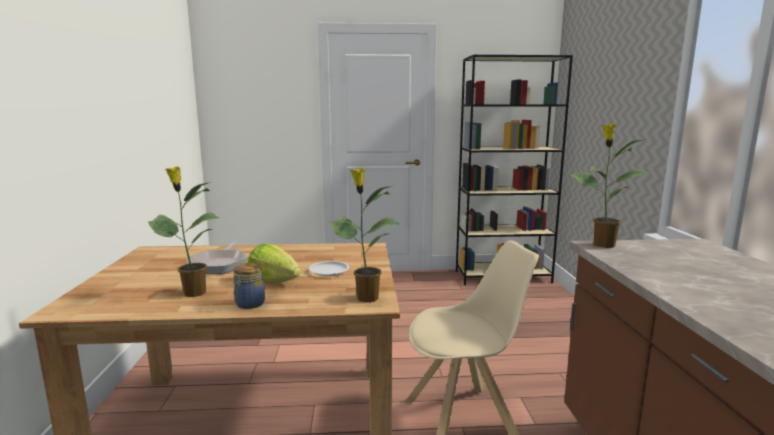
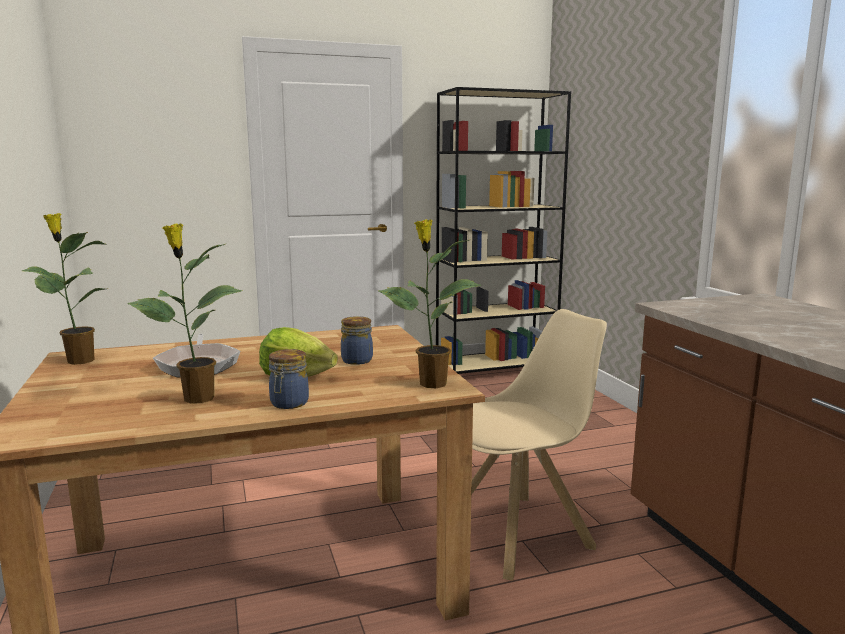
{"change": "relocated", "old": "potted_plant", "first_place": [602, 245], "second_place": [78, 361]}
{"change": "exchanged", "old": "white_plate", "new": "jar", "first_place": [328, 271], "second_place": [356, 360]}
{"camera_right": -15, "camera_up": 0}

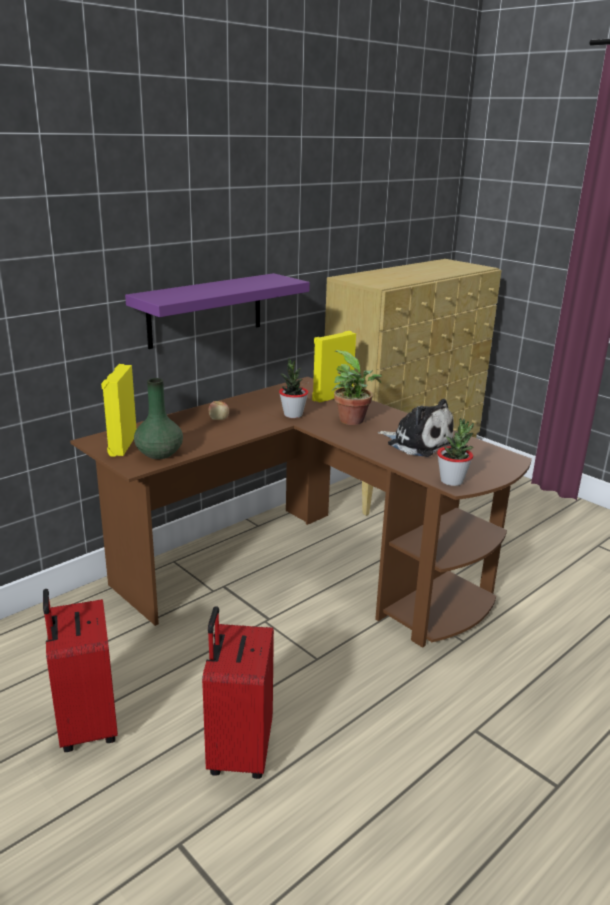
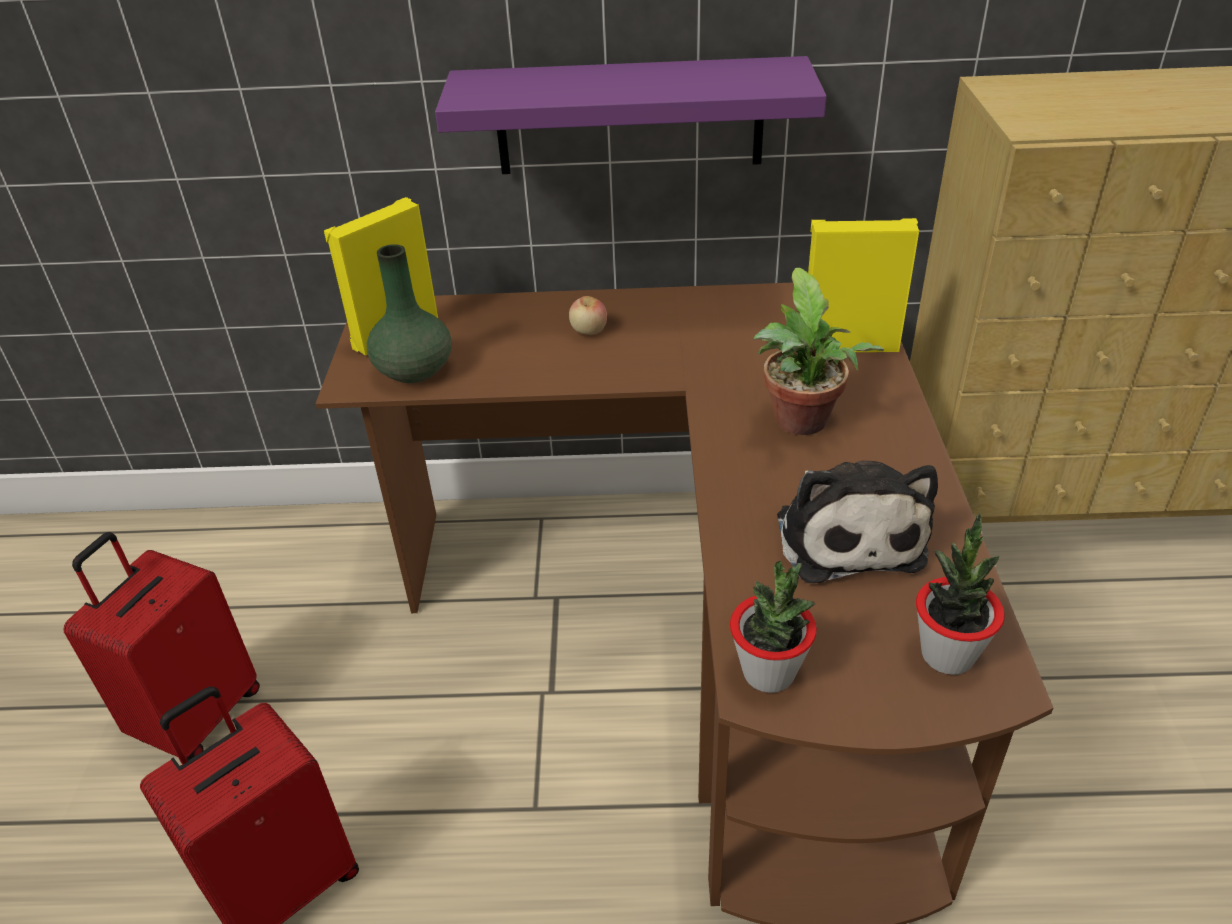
{"change": "relocated", "old": "potted_plant", "first_place": [293, 415], "second_place": [947, 654]}
{"camera_right": 45, "camera_up": 15}

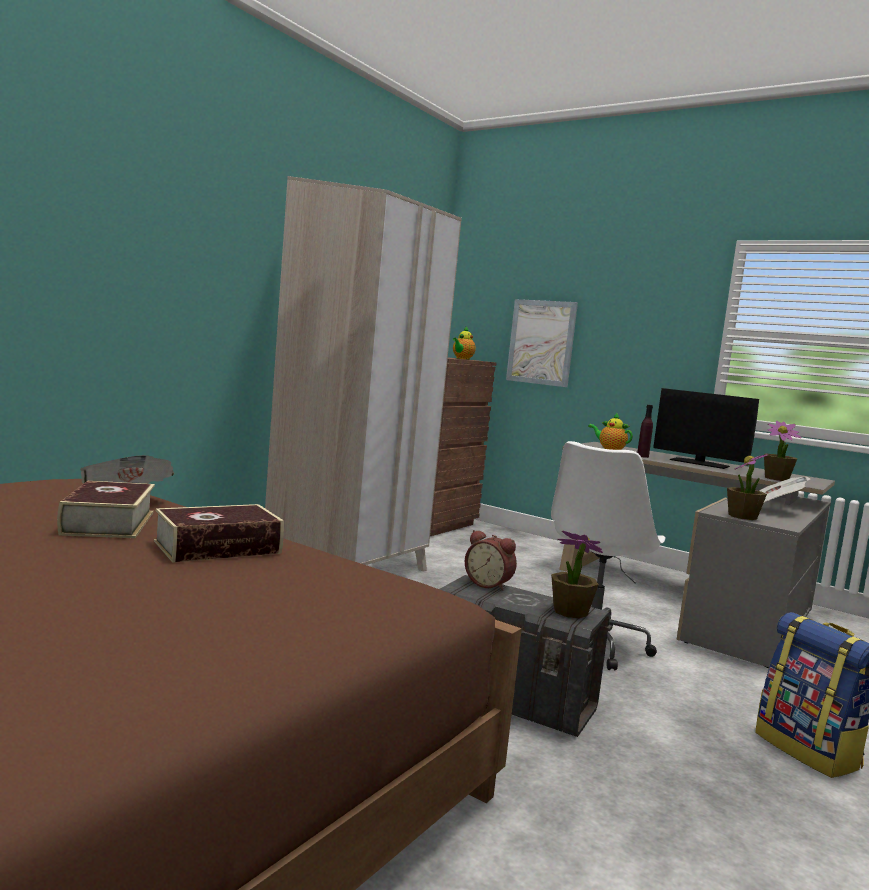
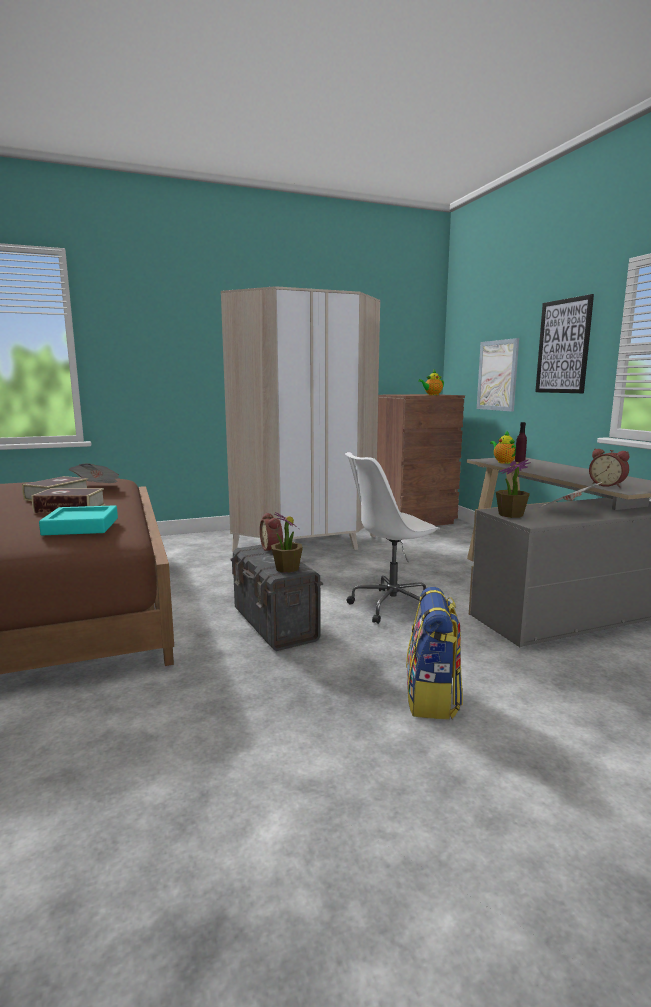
{"change": "missing", "old": "monitor", "first_place": [699, 463]}
{"change": "appeared", "new": "turquoise_tray", "second_place": [81, 526]}
{"change": "appeared", "new": "picture", "second_place": [563, 346]}
{"change": "exchanged", "old": "potted_plant", "new": "alarm_clock", "first_place": [777, 479], "second_place": [607, 485]}
{"camera_right": 35, "camera_up": 5}

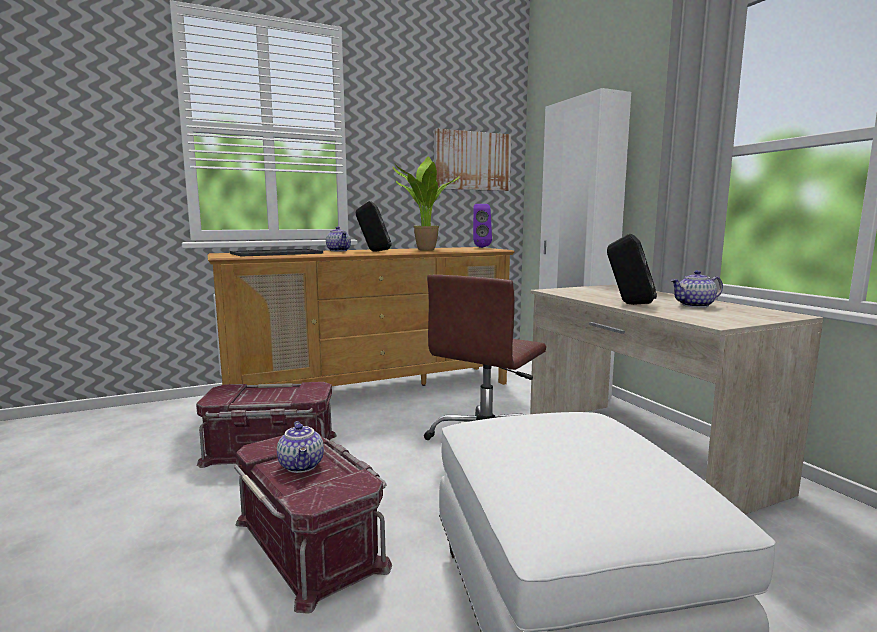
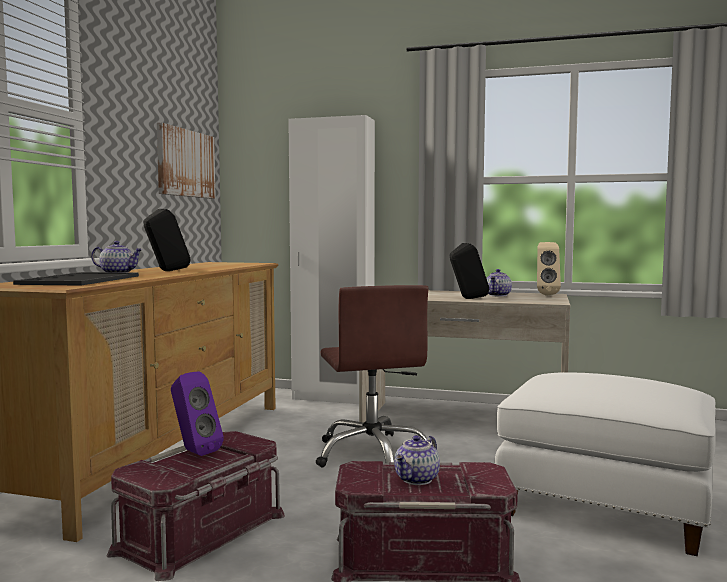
{"change": "missing", "old": "potted_plant", "first_place": [423, 250]}
{"change": "appeared", "new": "beige_speaker", "second_place": [546, 295]}
{"change": "relocated", "old": "purple_speaker", "first_place": [481, 247], "second_place": [194, 452]}
{"change": "spun", "old": "teapot", "first_place": [302, 466], "second_place": [417, 479], "degrees": 105}
{"camera_right": -50, "camera_up": -5}

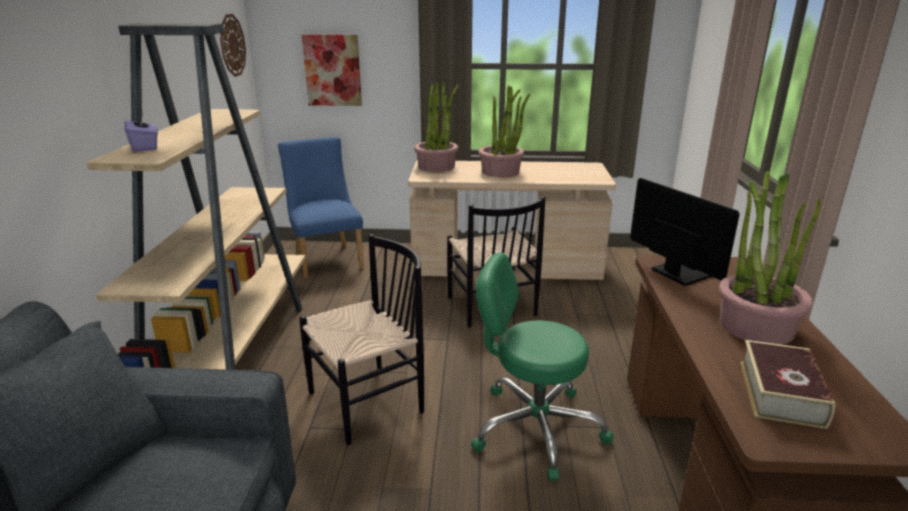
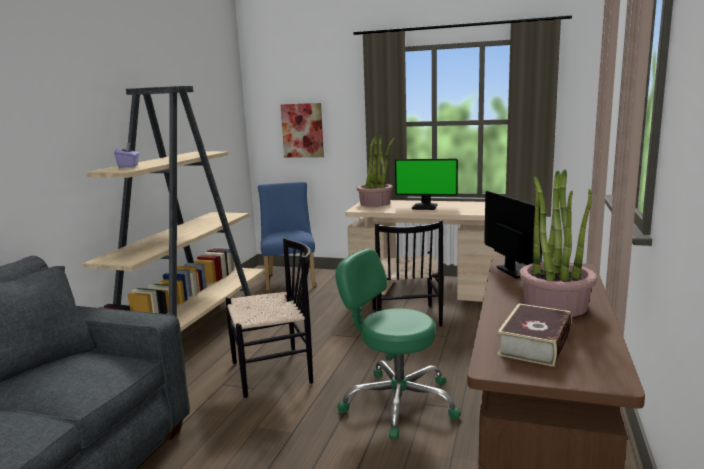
{"change": "missing", "old": "wall_clock", "first_place": [232, 45]}
{"change": "exchanged", "old": "potted_plant", "new": "monitor", "first_place": [501, 171], "second_place": [425, 207]}
{"camera_right": 15, "camera_up": -10}

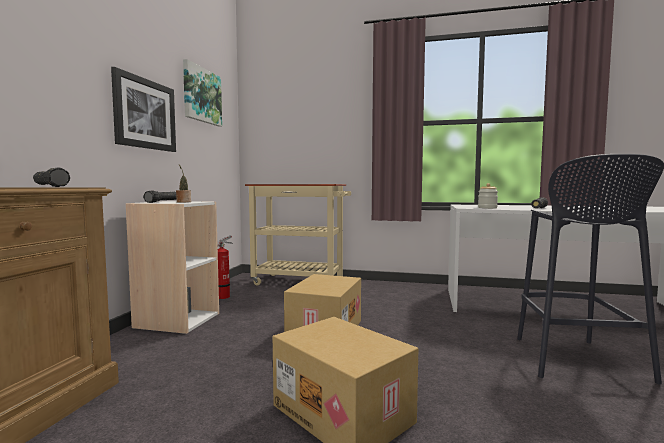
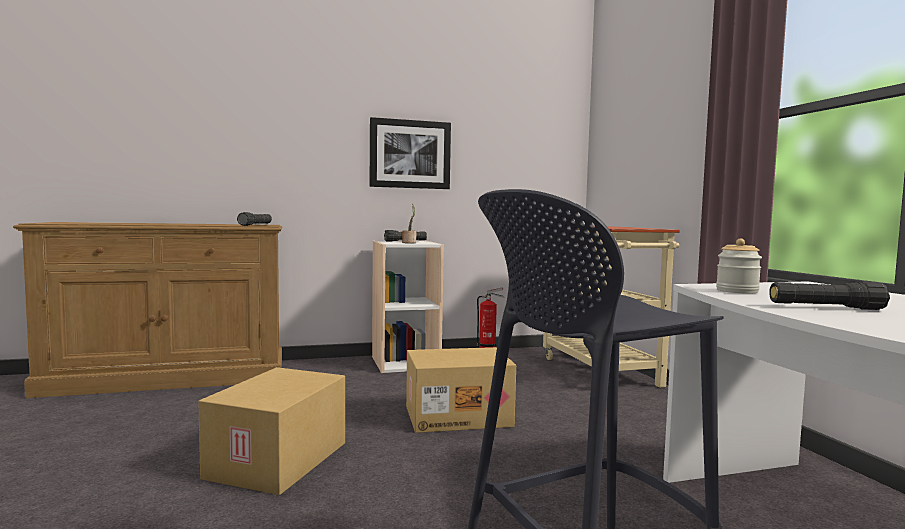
{"change": "missing", "old": "picture", "first_place": [201, 95]}
{"camera_right": 60, "camera_up": 0}

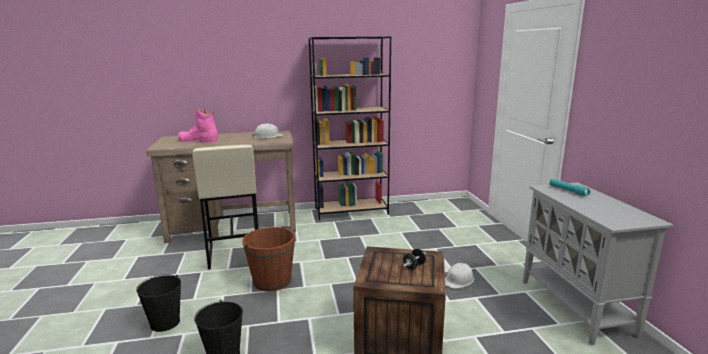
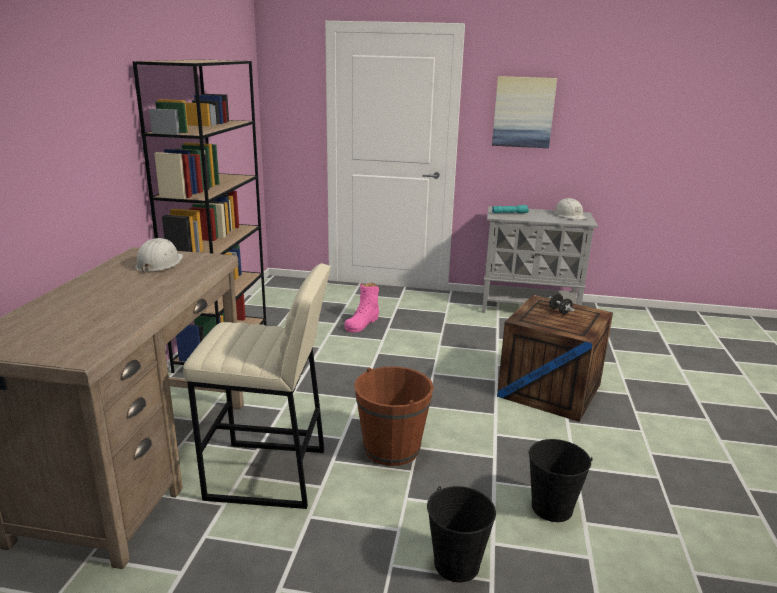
{"change": "appeared", "new": "picture", "second_place": [523, 112]}
{"change": "relocated", "old": "pink_boot", "first_place": [198, 141], "second_place": [362, 323]}
{"change": "relocated", "old": "white_hard_hat", "first_place": [458, 280], "second_place": [569, 215]}
{"camera_right": -70, "camera_up": 5}

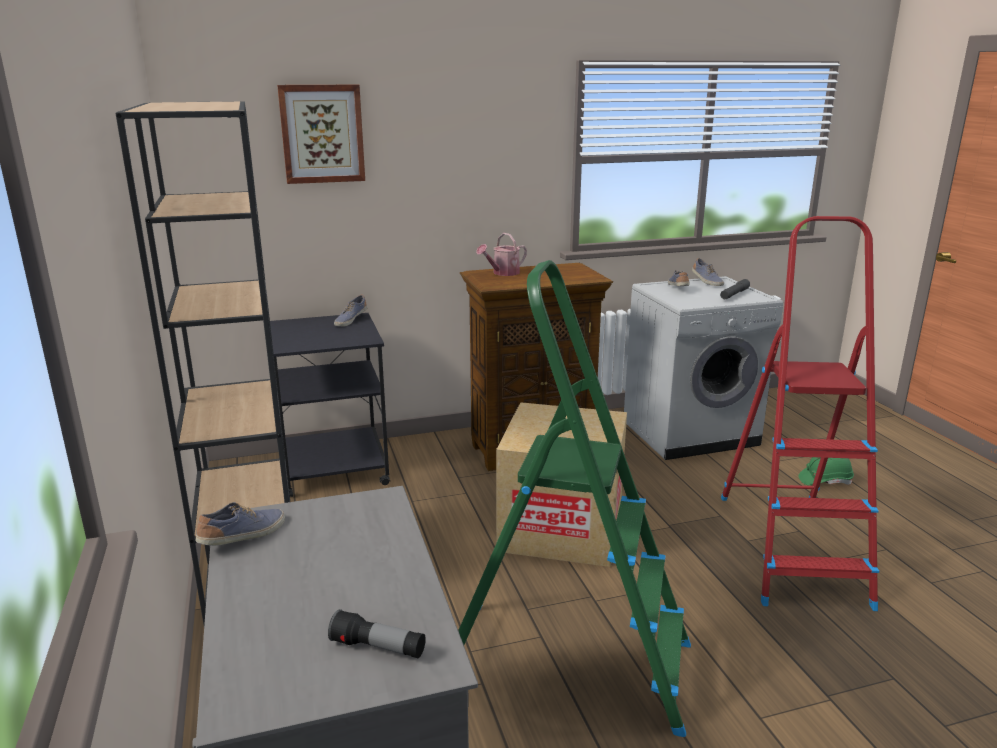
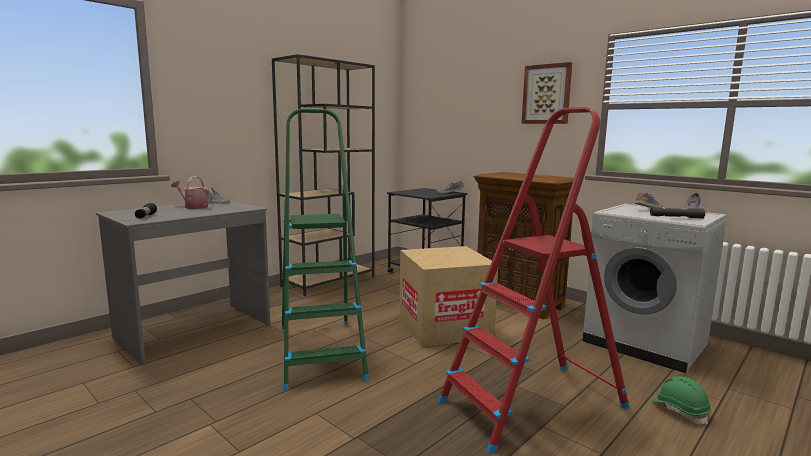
{"change": "relocated", "old": "picture", "first_place": [322, 134], "second_place": [547, 94]}
{"change": "relocated", "old": "watering_can", "first_place": [503, 273], "second_place": [193, 207]}
{"camera_right": 60, "camera_up": -10}

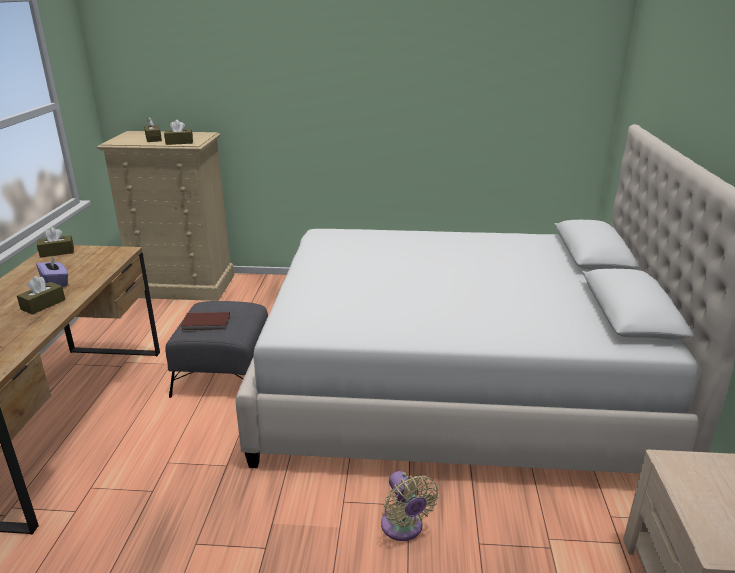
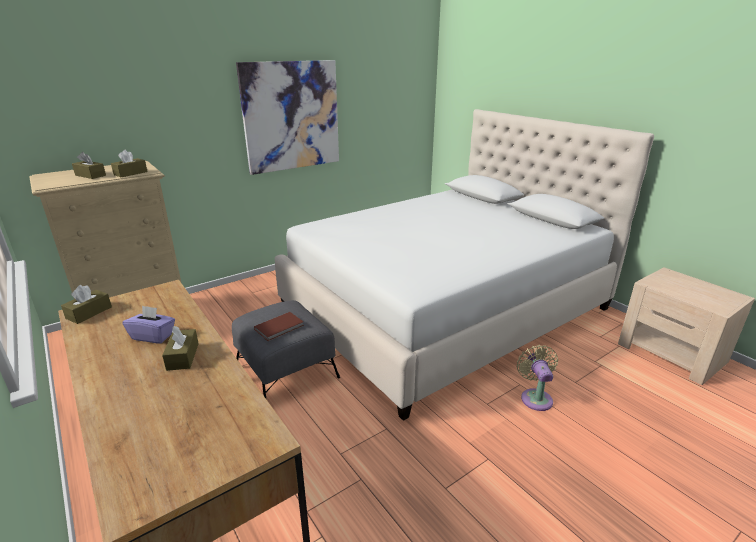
{"change": "appeared", "new": "picture", "second_place": [291, 116]}
{"change": "spun", "old": "beige_fan", "first_place": [403, 528], "second_place": [535, 397], "degrees": -120}
{"camera_right": -40, "camera_up": 0}

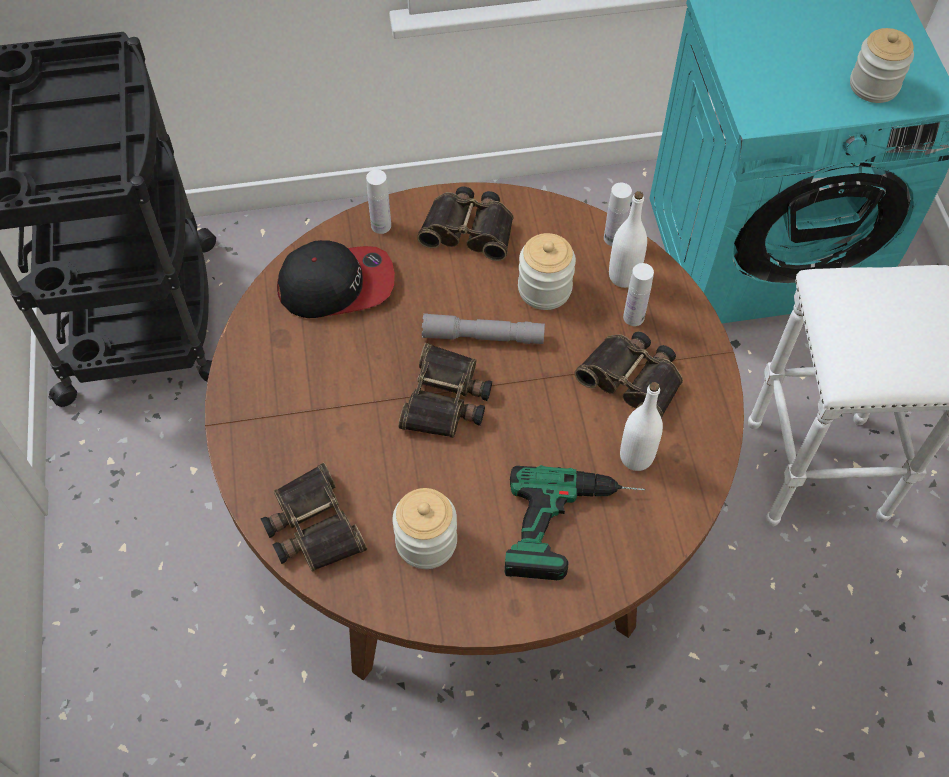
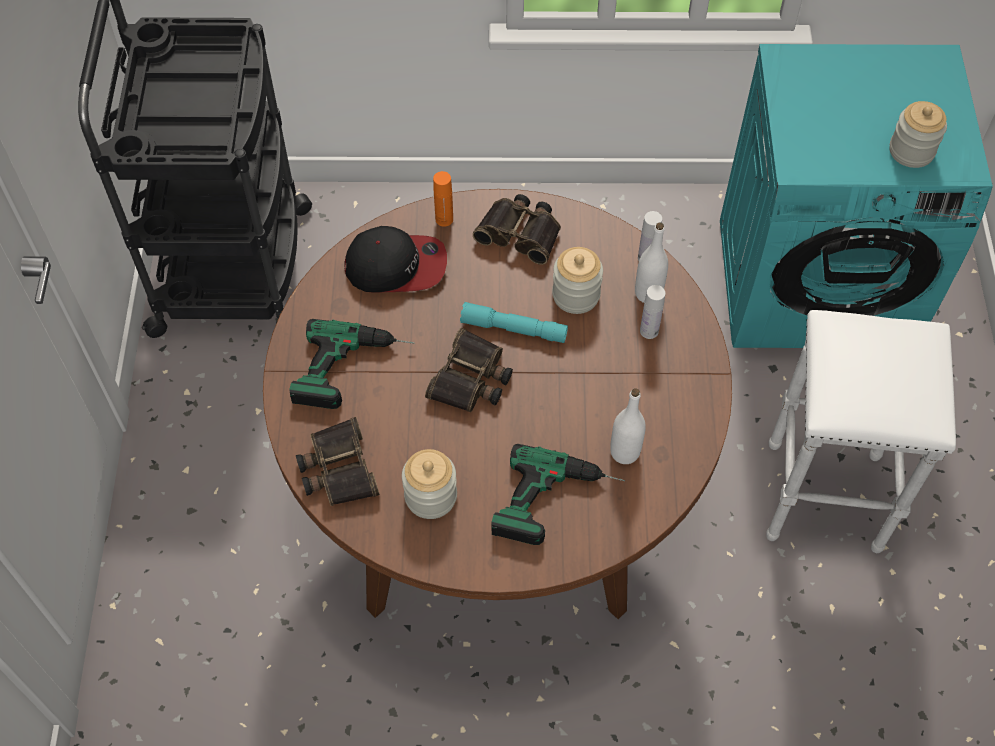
{"change": "missing", "old": "binoculars", "first_place": [633, 378]}
{"change": "appeared", "new": "power_drill", "second_place": [354, 370]}
{"change": "colour", "old": "white_bottle", "new": "orange_bottle", "first_place": [381, 225], "second_place": [444, 219]}
{"change": "colour", "old": "grey_flashlight", "new": "turquoise_flashlight", "first_place": [483, 336], "second_place": [513, 329]}
{"camera_right": 10, "camera_up": 0}

